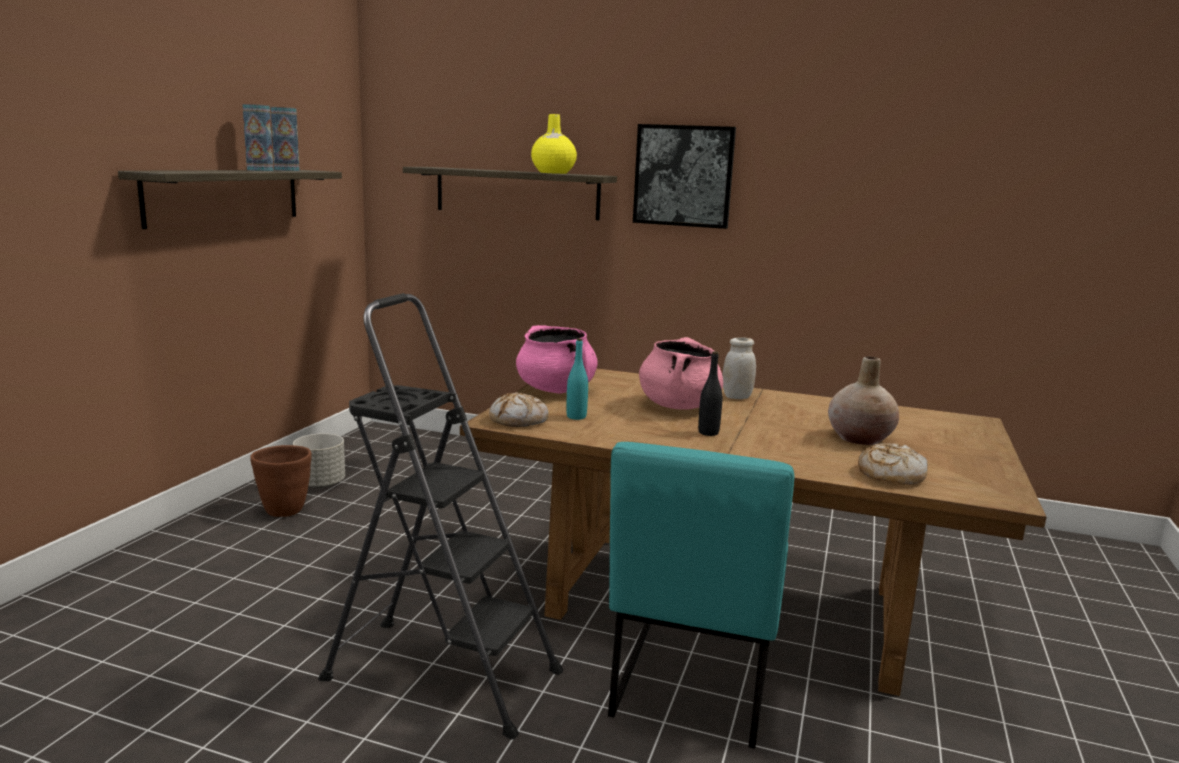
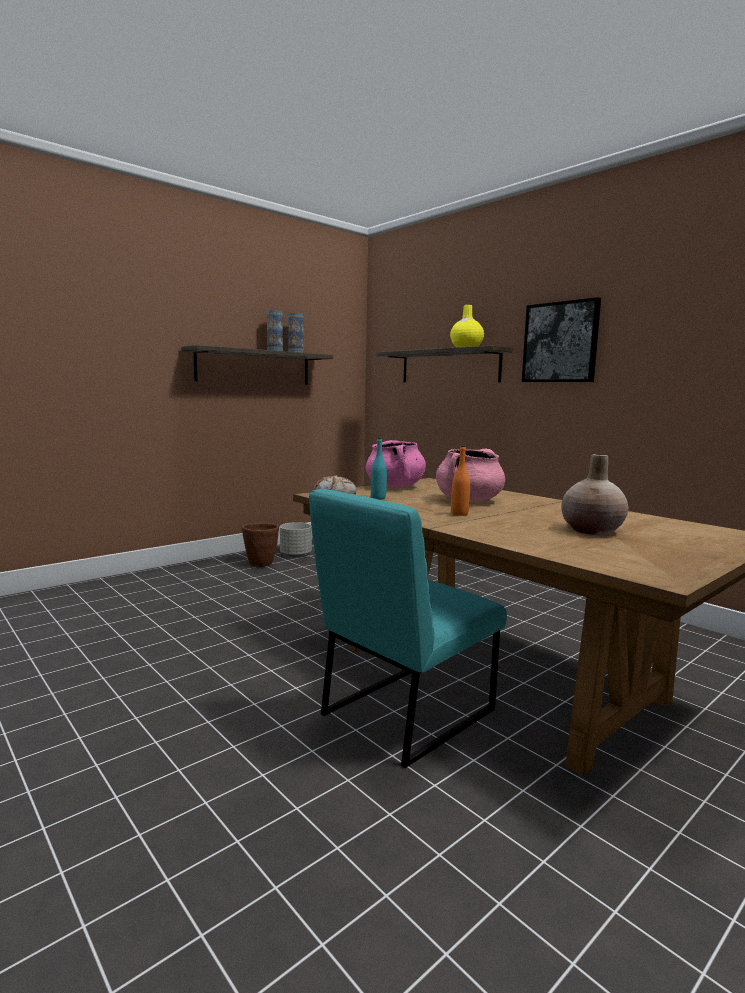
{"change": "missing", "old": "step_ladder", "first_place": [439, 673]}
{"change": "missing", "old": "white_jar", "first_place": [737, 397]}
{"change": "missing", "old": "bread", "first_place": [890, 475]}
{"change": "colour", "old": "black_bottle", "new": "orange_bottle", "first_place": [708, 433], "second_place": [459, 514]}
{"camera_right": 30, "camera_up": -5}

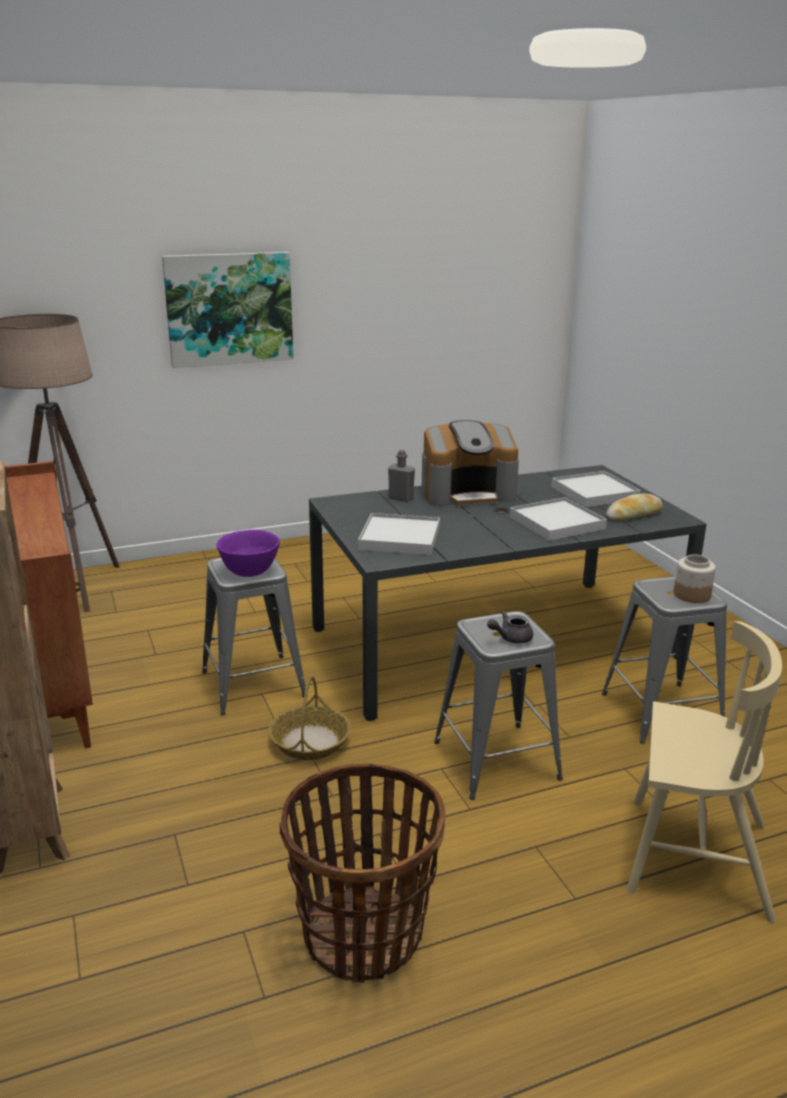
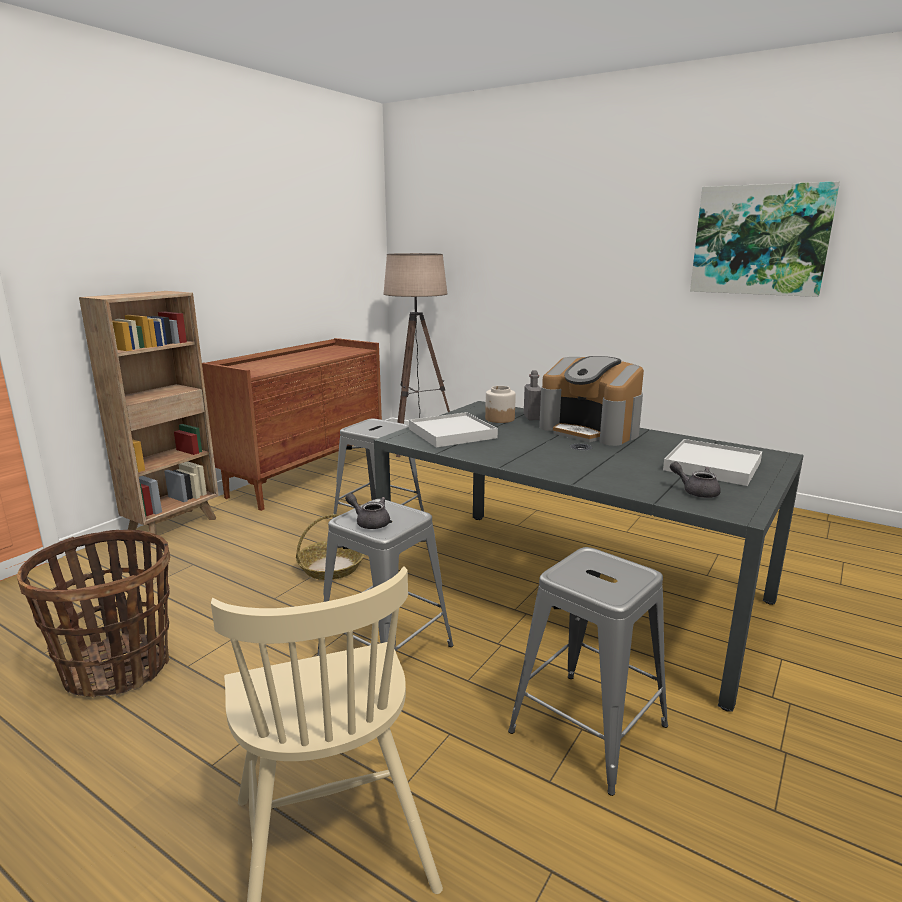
{"change": "missing", "old": "purple_bowl", "first_place": [250, 571]}
{"change": "missing", "old": "white_tray", "first_place": [557, 523]}
{"change": "relocated", "old": "picture", "first_place": [229, 309], "second_place": [760, 240]}
{"change": "relocated", "old": "jar", "first_place": [691, 595], "second_place": [499, 419]}
{"change": "exchanged", "old": "bread", "new": "grey_teapot", "first_place": [633, 514], "second_place": [696, 491]}
{"camera_right": 55, "camera_up": -5}

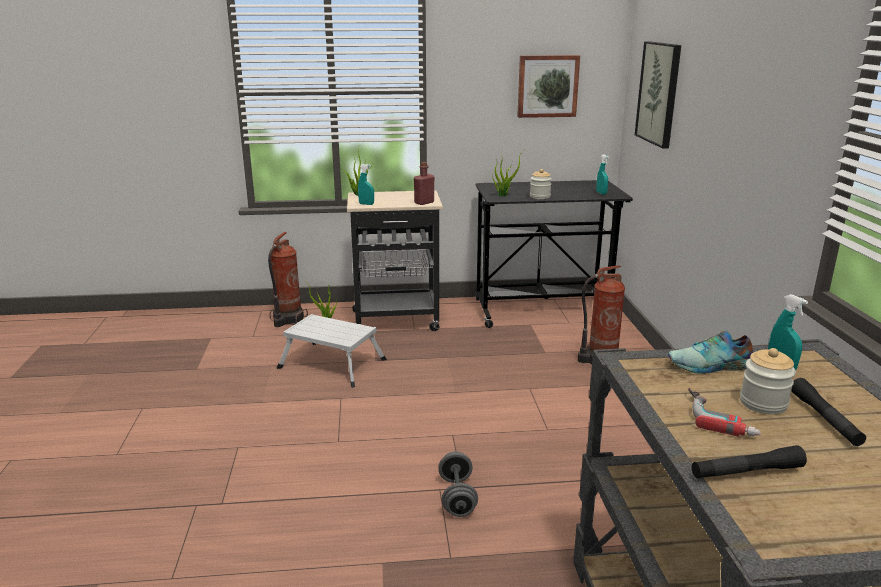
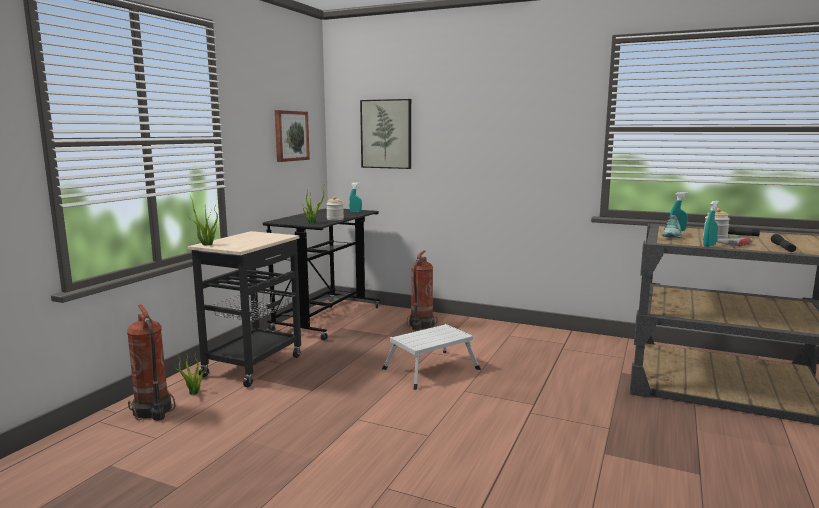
{"change": "missing", "old": "red_bottle", "first_place": [424, 202]}
{"change": "missing", "old": "grey_dumbbell", "first_place": [457, 497]}
{"change": "relocated", "old": "white_step_ladder", "first_place": [333, 364], "second_place": [431, 369]}
{"change": "relocated", "old": "turquoise_spray_bottle", "first_place": [366, 204], "second_place": [709, 246]}
{"camera_right": -60, "camera_up": -10}

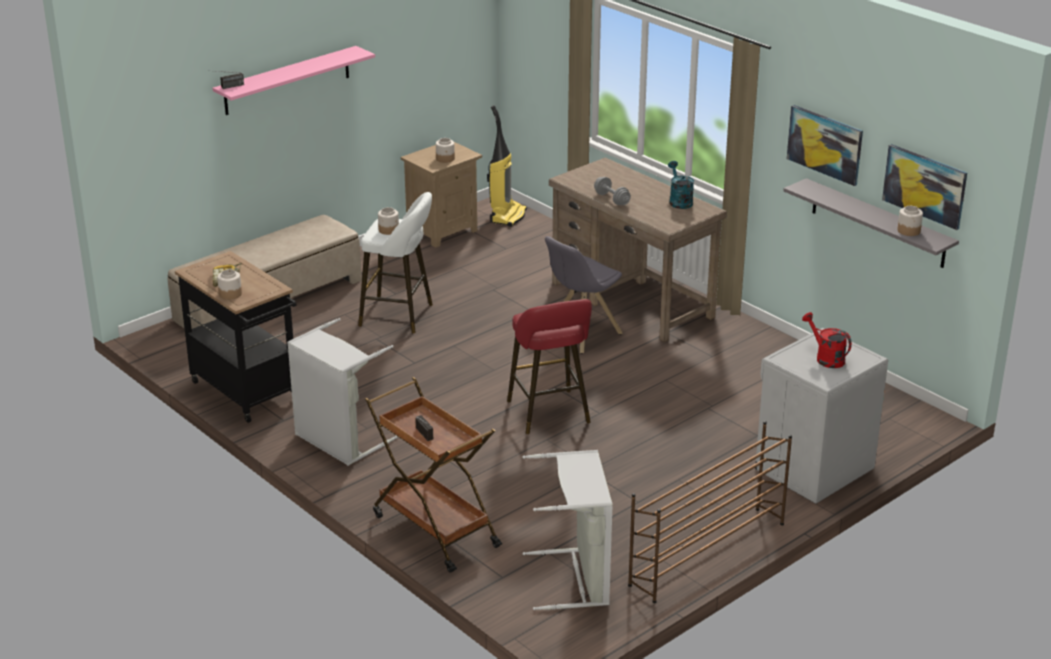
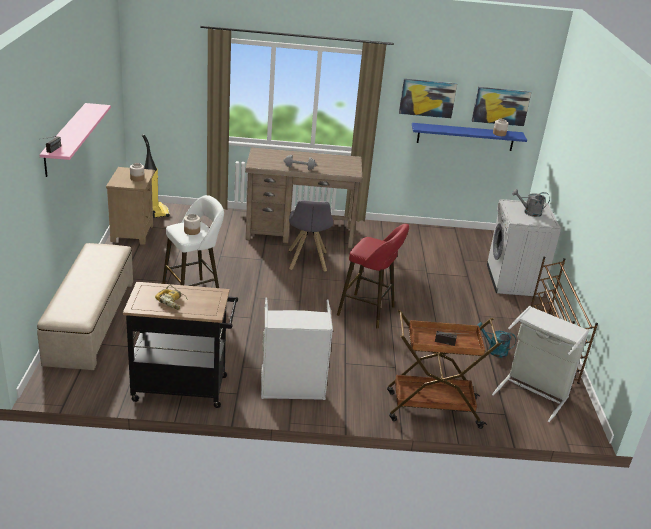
{"change": "missing", "old": "jar", "first_place": [230, 294]}
{"change": "relocated", "old": "turquoise_watering_can", "first_place": [679, 201], "second_place": [494, 350]}
{"change": "colour", "old": "grey_shelf", "new": "blue_shelf", "first_place": [878, 223], "second_place": [465, 137]}
{"change": "colour", "old": "red_watering_can", "new": "grey_watering_can", "first_place": [826, 358], "second_place": [529, 212]}
{"camera_right": -50, "camera_up": 0}

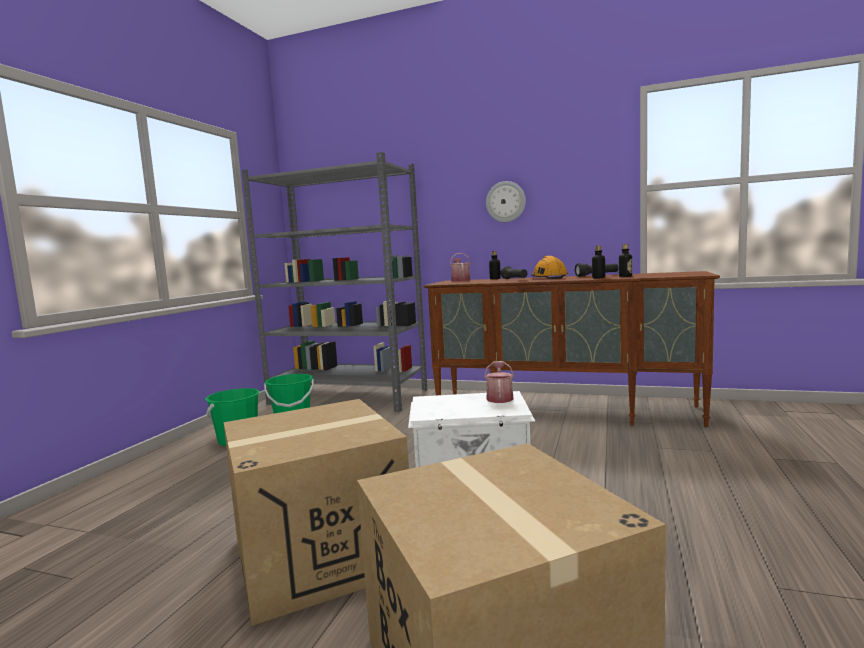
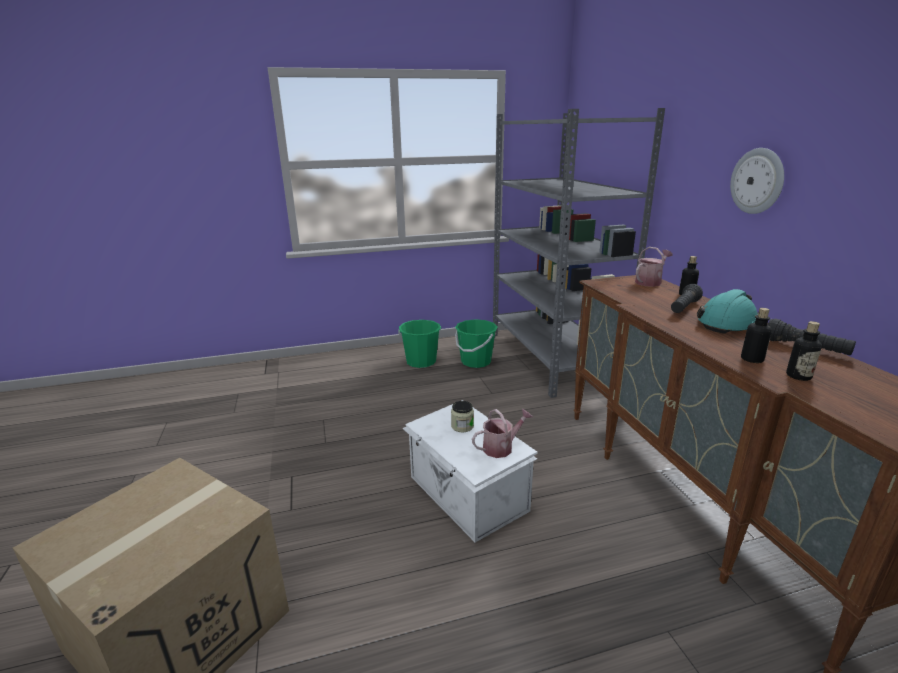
{"change": "missing", "old": "cardboard_box", "first_place": [320, 554]}
{"change": "appeared", "new": "jar", "second_place": [462, 426]}
{"change": "colour", "old": "orange_hard_hat", "new": "turquoise_hard_hat", "first_place": [549, 278], "second_place": [728, 323]}
{"camera_right": 55, "camera_up": 15}

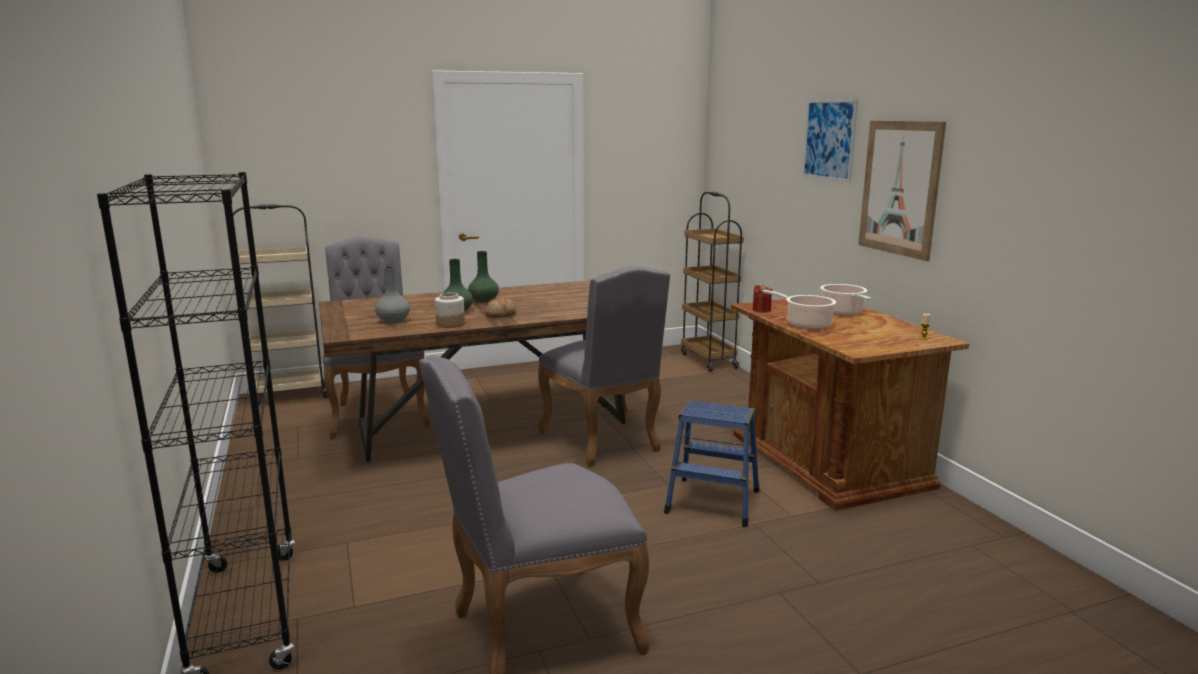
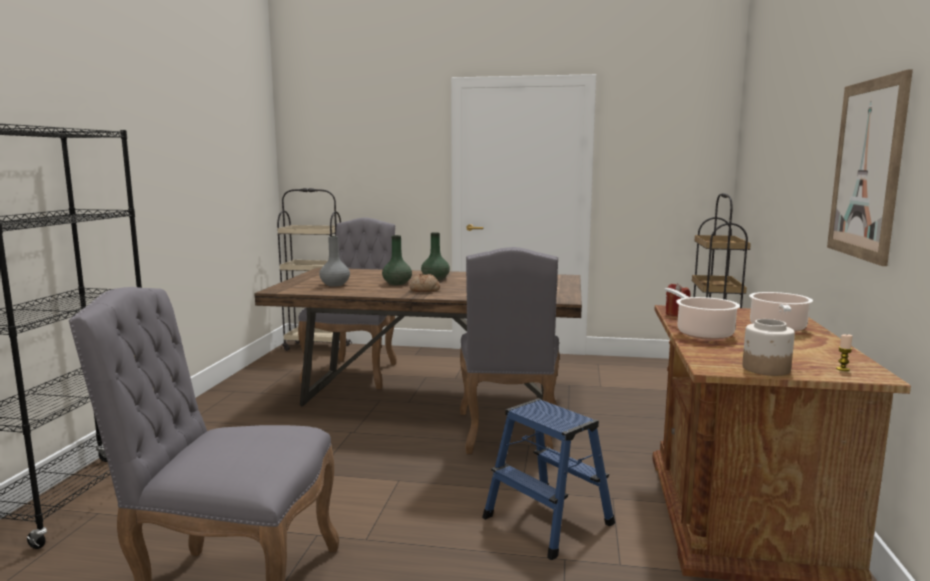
{"change": "missing", "old": "picture", "first_place": [829, 139]}
{"change": "relocated", "old": "jar", "first_place": [450, 324], "second_place": [765, 369]}
{"camera_right": 30, "camera_up": -5}

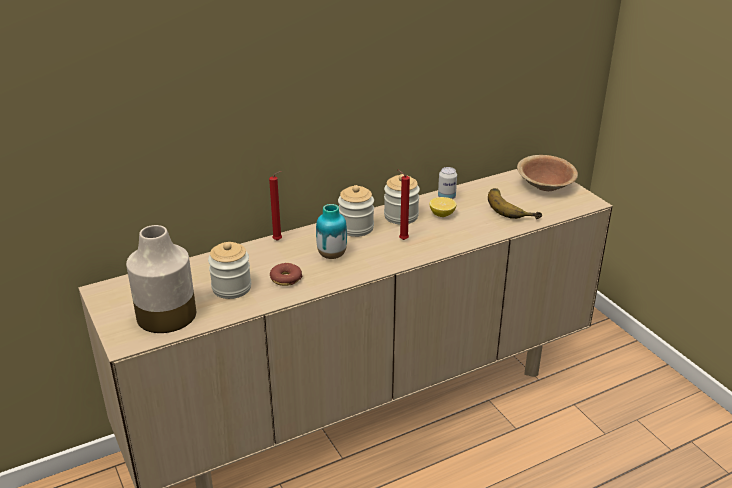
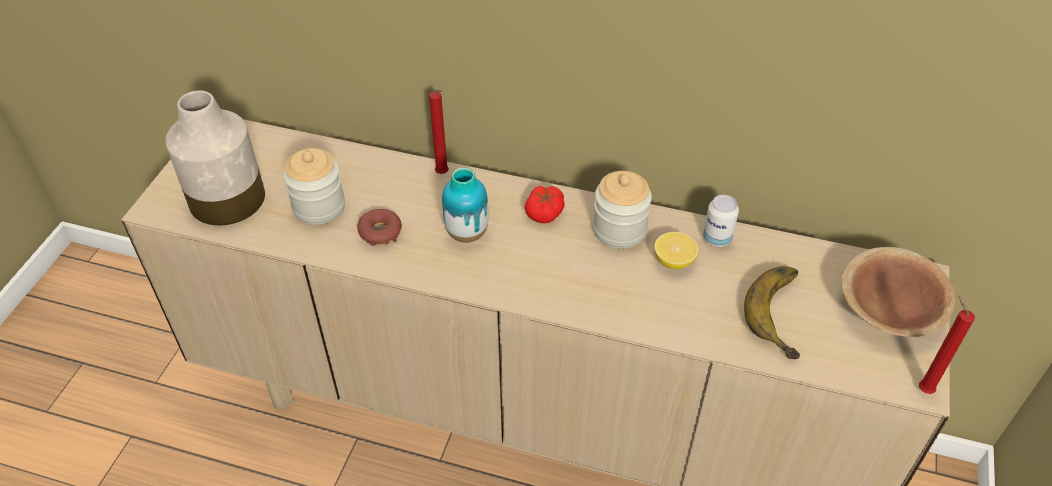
{"change": "relocated", "old": "red_candle", "first_place": [402, 239], "second_place": [923, 388]}
{"change": "exchanged", "old": "jar", "new": "tomato", "first_place": [356, 228], "second_place": [545, 212]}
{"camera_right": 45, "camera_up": 15}

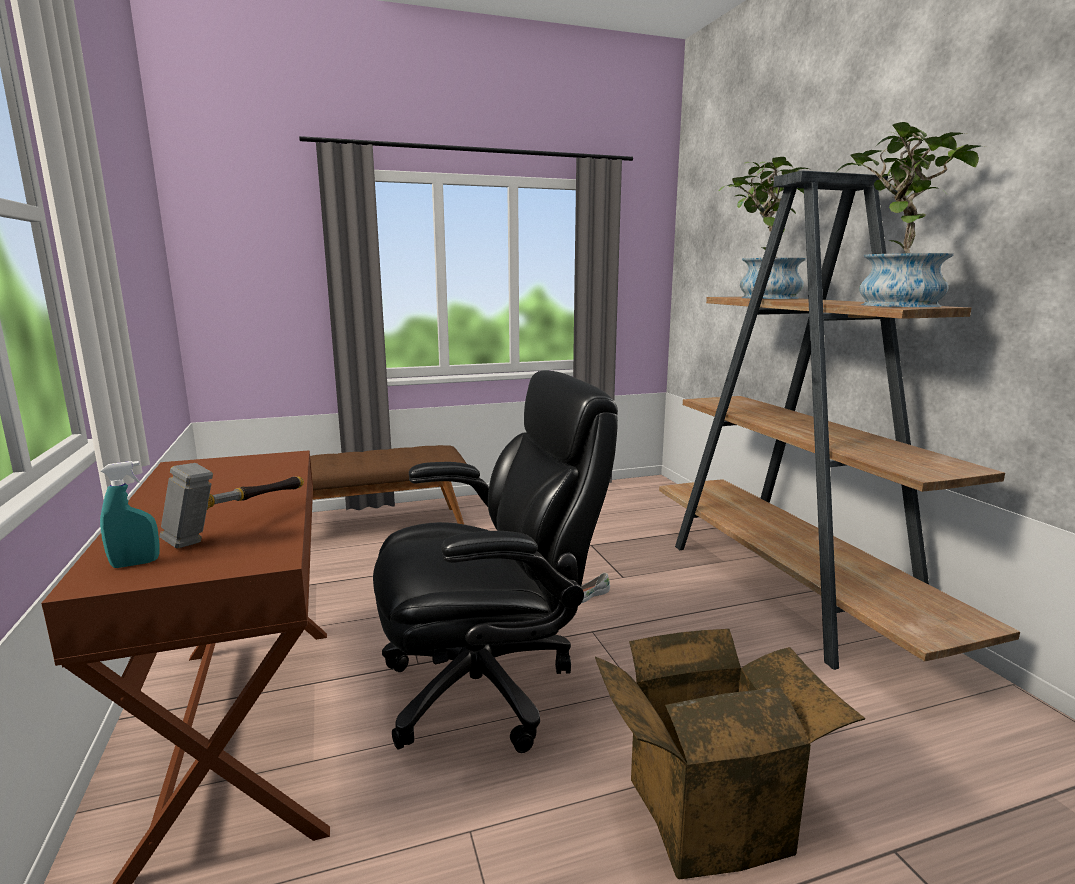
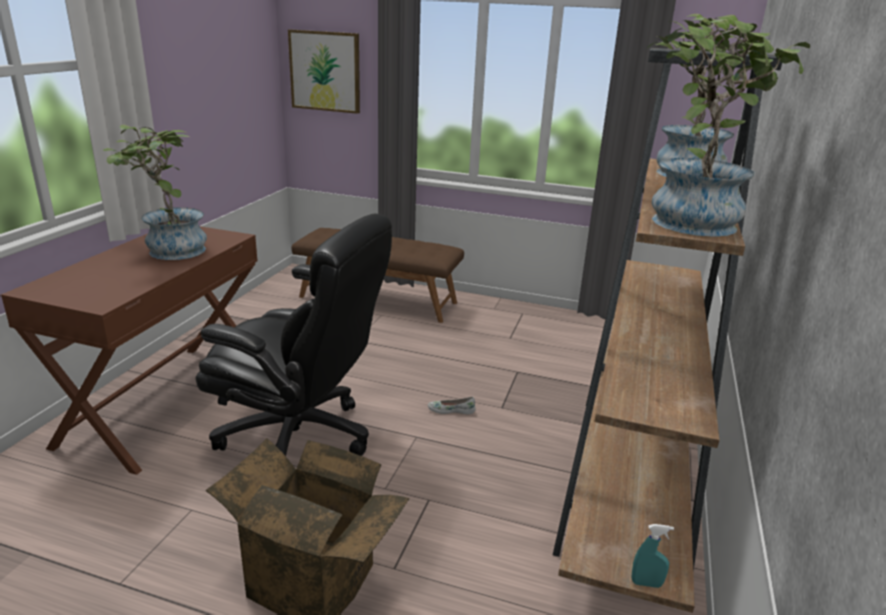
{"change": "missing", "old": "hammer", "first_place": [240, 524]}
{"change": "appeared", "new": "potted_plant", "second_place": [168, 250]}
{"change": "appeared", "new": "picture", "second_place": [325, 71]}
{"change": "relocated", "old": "turquoise_spray_bottle", "first_place": [135, 563], "second_place": [646, 583]}
{"camera_right": 35, "camera_up": 10}

